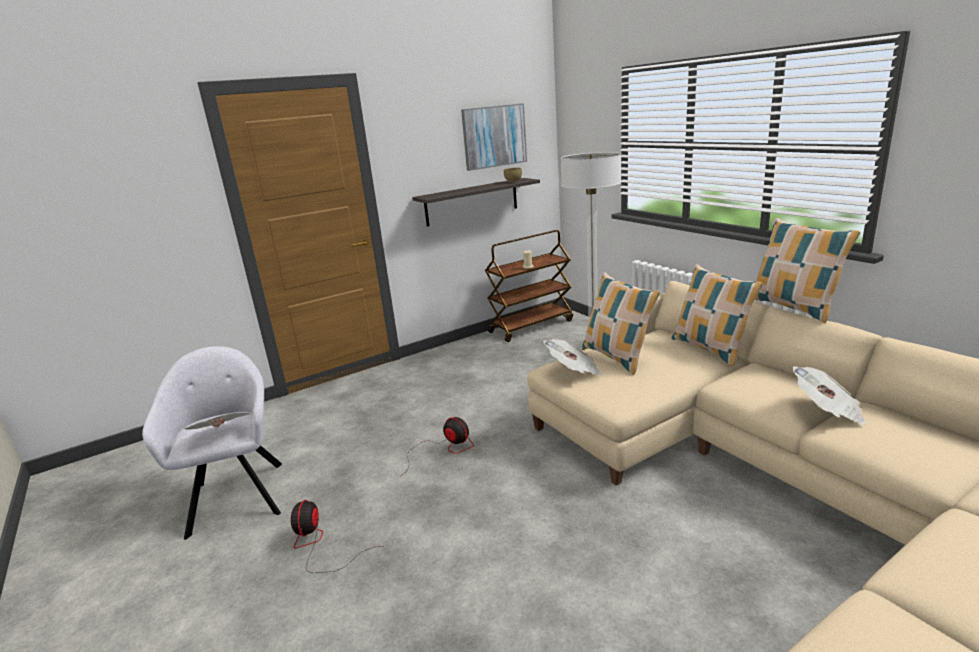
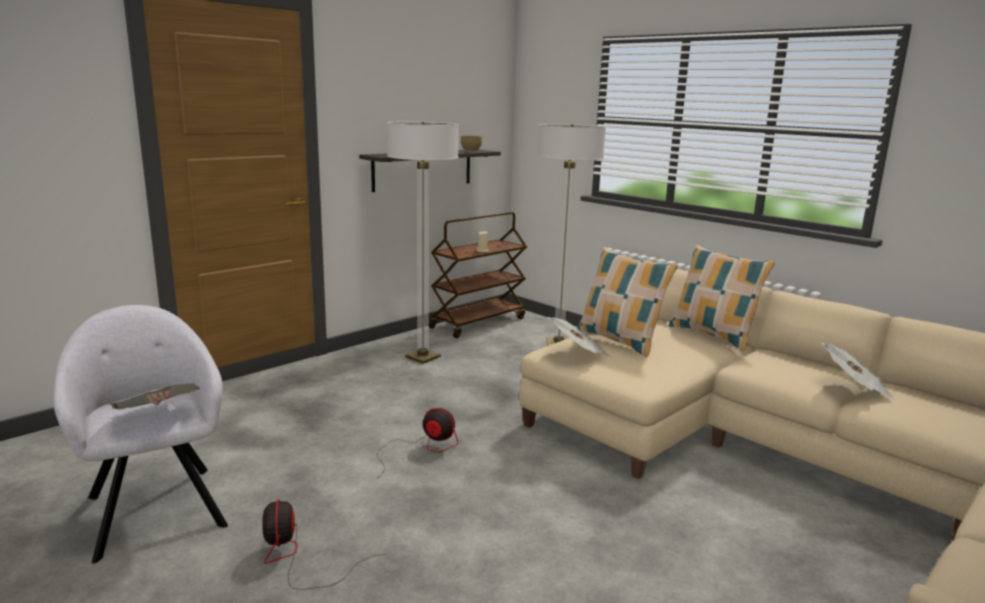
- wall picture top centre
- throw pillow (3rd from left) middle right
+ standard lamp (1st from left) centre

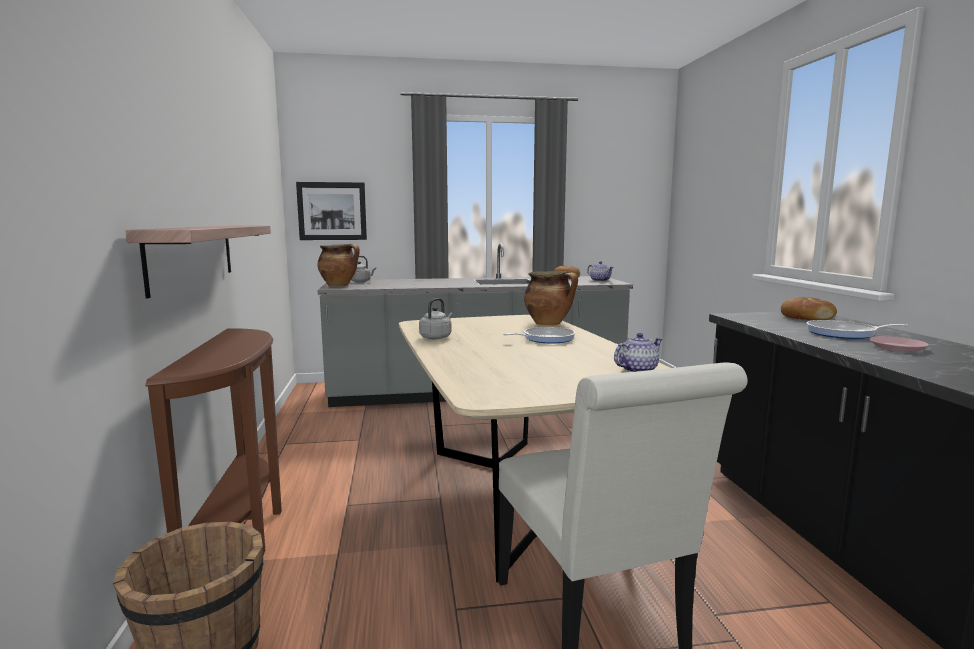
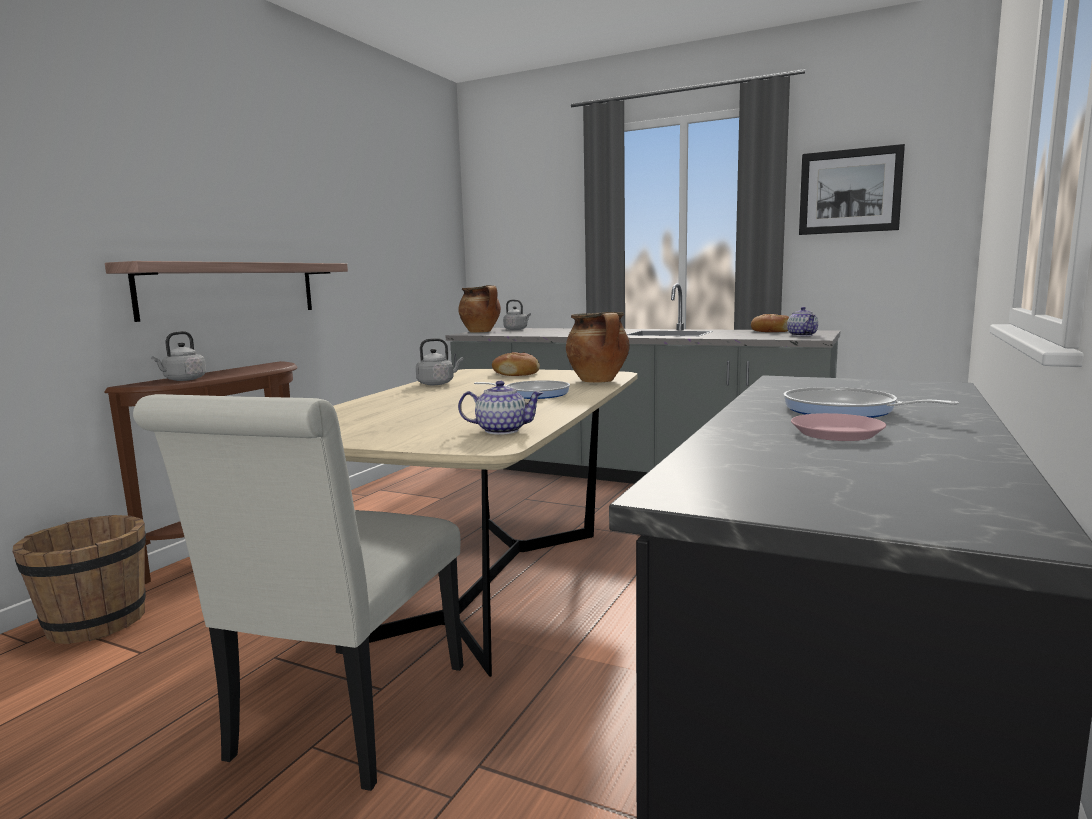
~ wall picture top centre to top right
~ baked bread (2nd from left in the first image) middle right to baked bread (1st from left) centre
+ tea kettle in greyish (1st from left) middle left

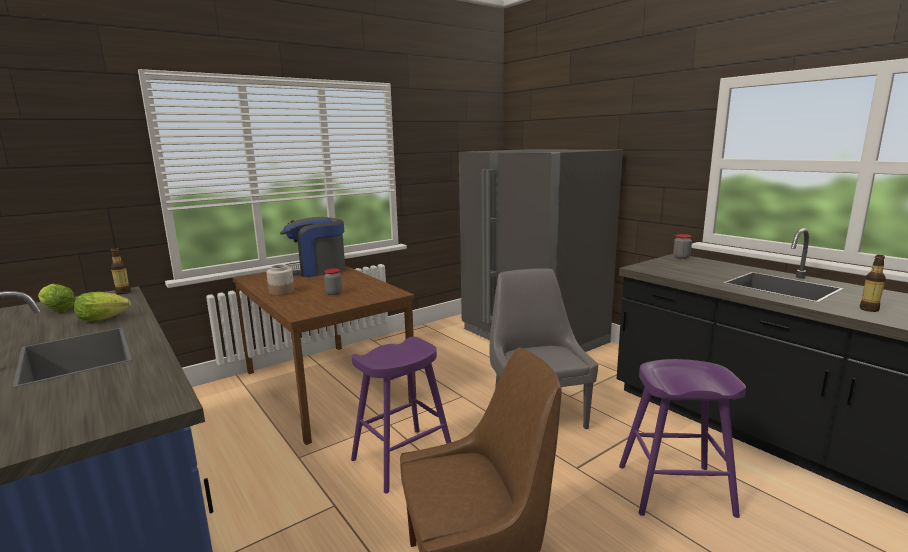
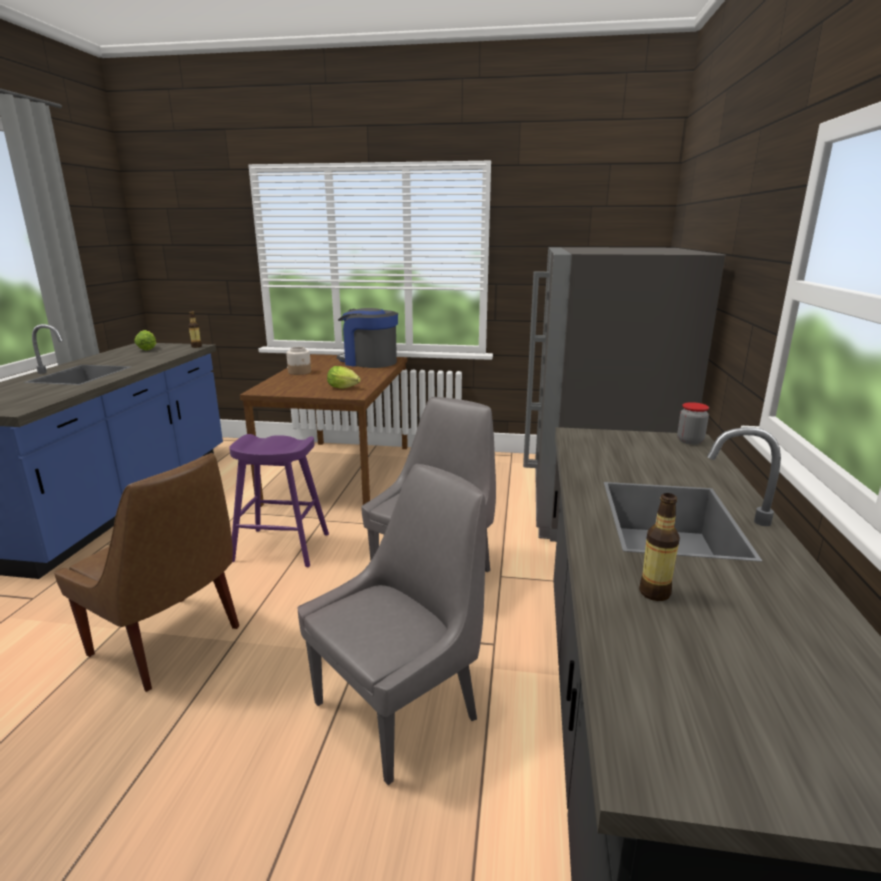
- storage jar (2nd from left) centre
~ head of lettuce (2nd from left) middle left to centre
~ sitting stool in purple-coloured (2nd from left) bottom right to plain chair in greyish (1st from left) bottom centre

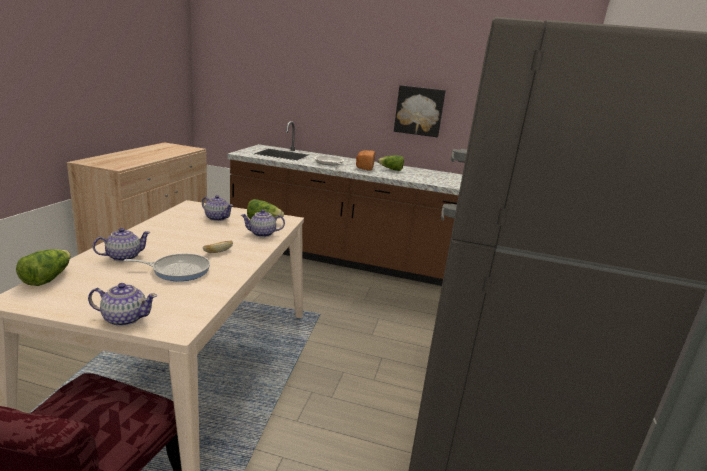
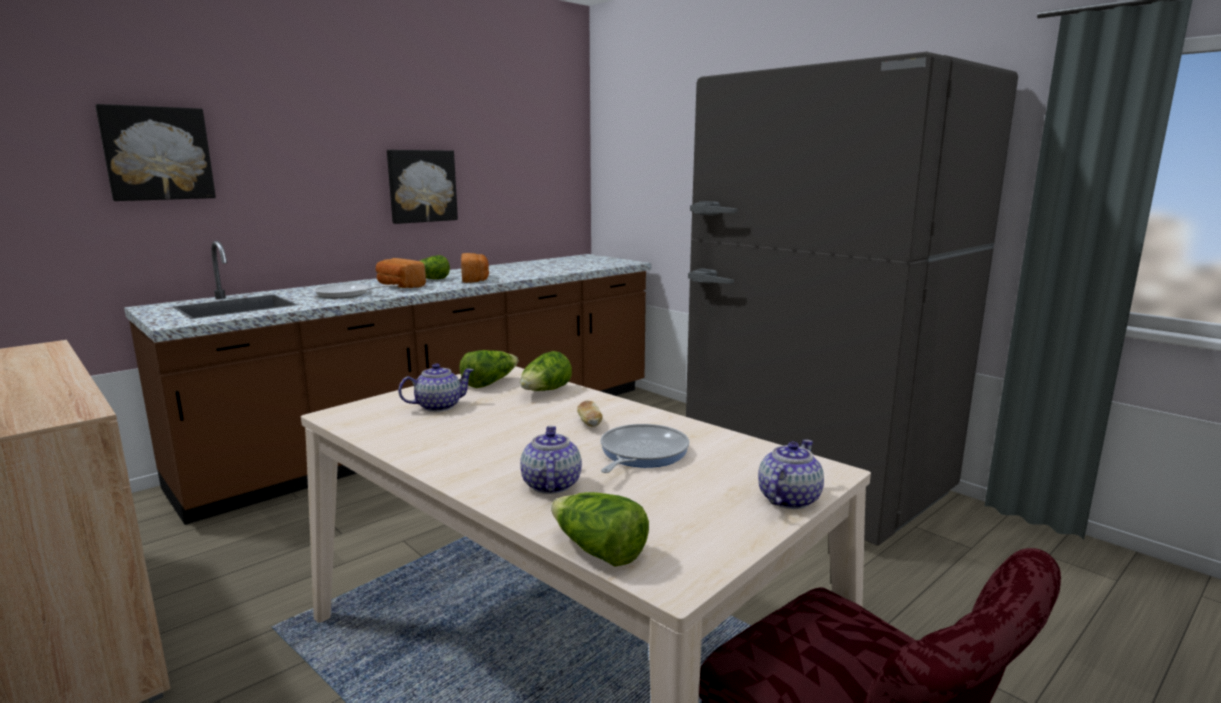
~ pot for tea (4th from left) centre to head of lettuce (3rd from left) centre
+ wall picture (1st from left) top left
+ baked bread (2nd from left) centre

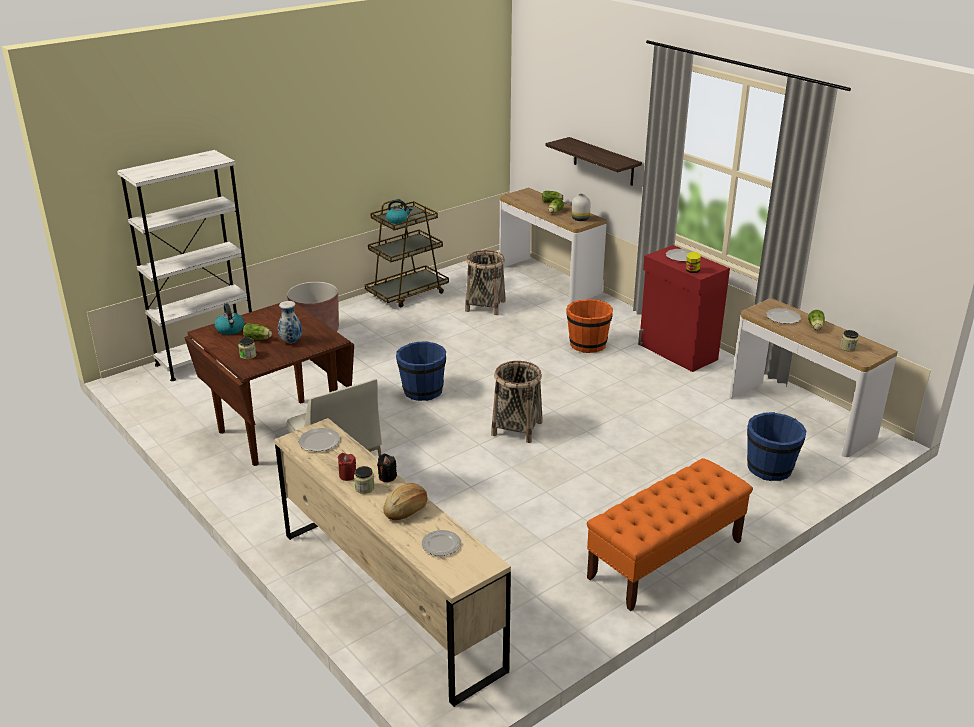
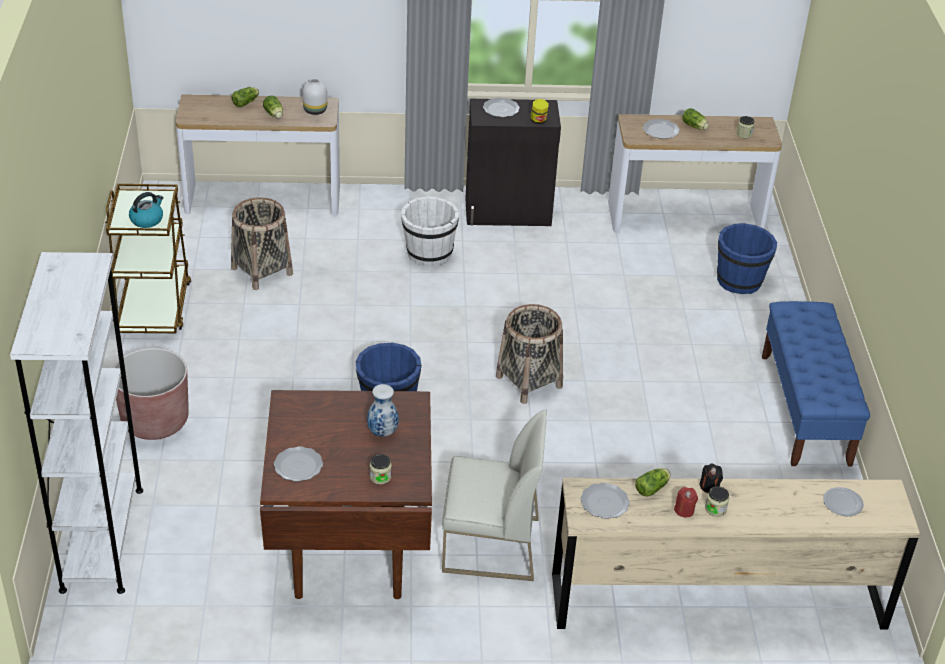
- bracket shelf top centre
~ storage cabinet in red middle right to storage cabinet in blackish top centre
~ bucket in orange centre to bucket in white centre
~ tea kettle (1st from left) middle left to plate (1st from left) bottom left
~ head of lettuce (1st from left in the first image) middle left to head of lettuce (3rd from left) bottom right
~ long seat in orange bottom right to long seat in blue middle right
- baked bread bottom centre

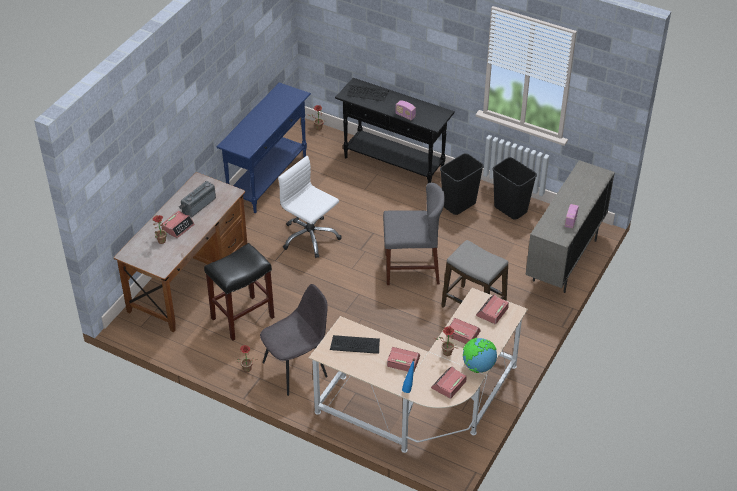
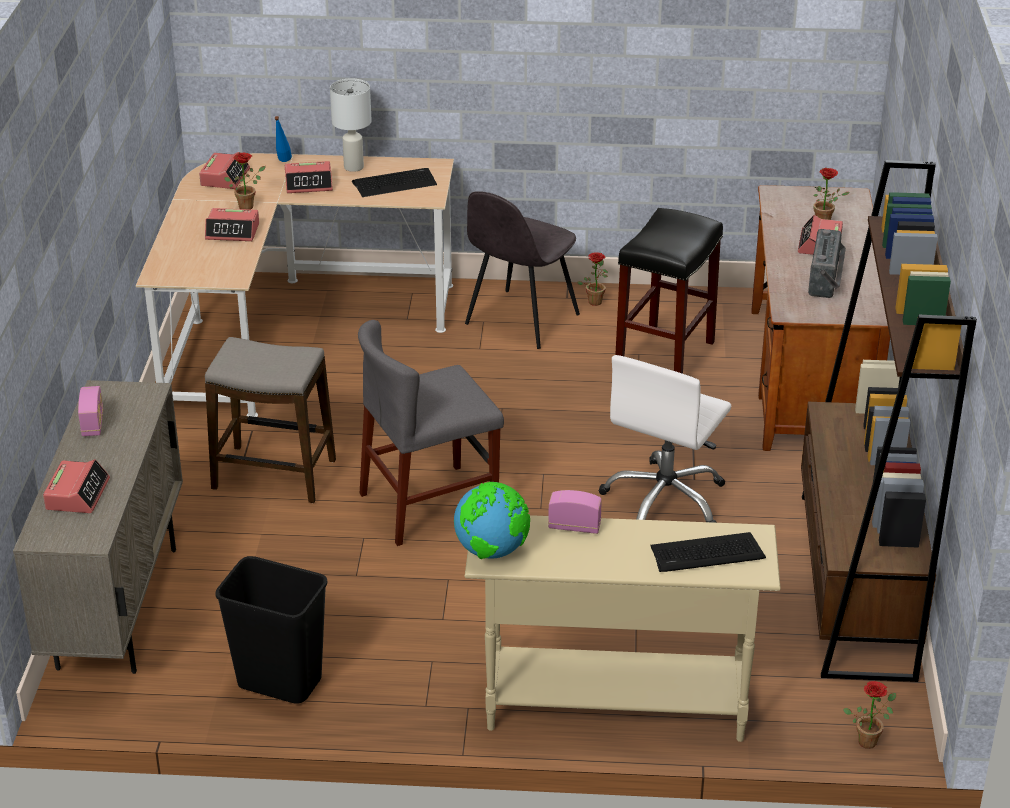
~ console table in blackish top centre to console table in sand-coloured bottom centre
~ console table in blue top centre to bookcase in brownish middle right
- trash can in blackish (1st from left) centre
~ desk chair in white centre = centre 105 degrees clockwise
~ alarm clock (5th from left in the first image) middle right to alarm clock (1st from left) middle left
~ world globe bottom centre to centre
+ lamp for a table in white top centre

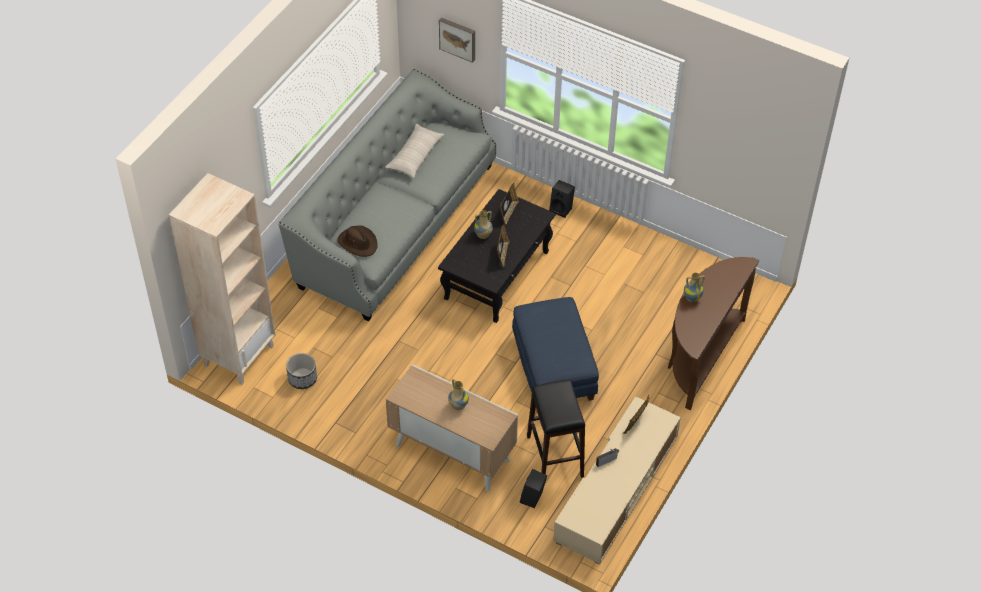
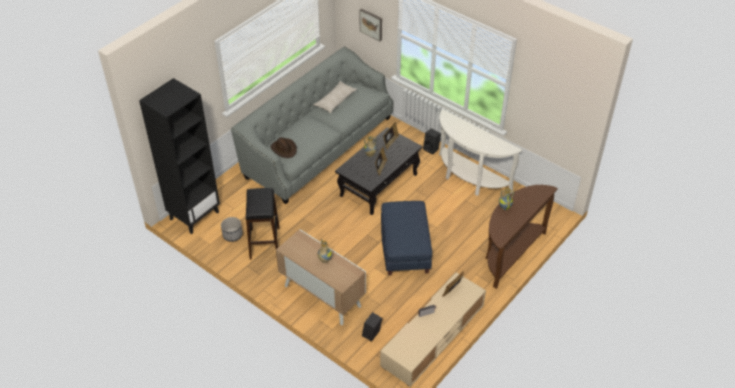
~ bookcase in sand-coloured middle left to bookcase in blackish middle left
~ sitting stool in blackish bottom centre to centre
+ console table in white centre

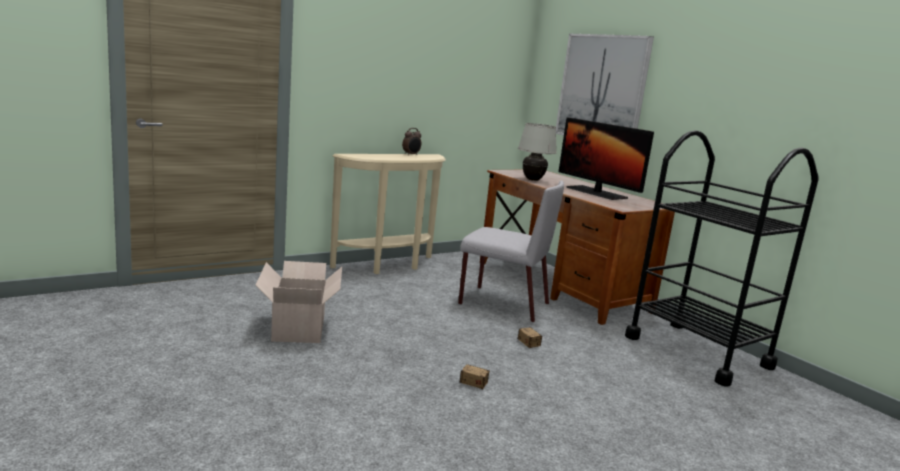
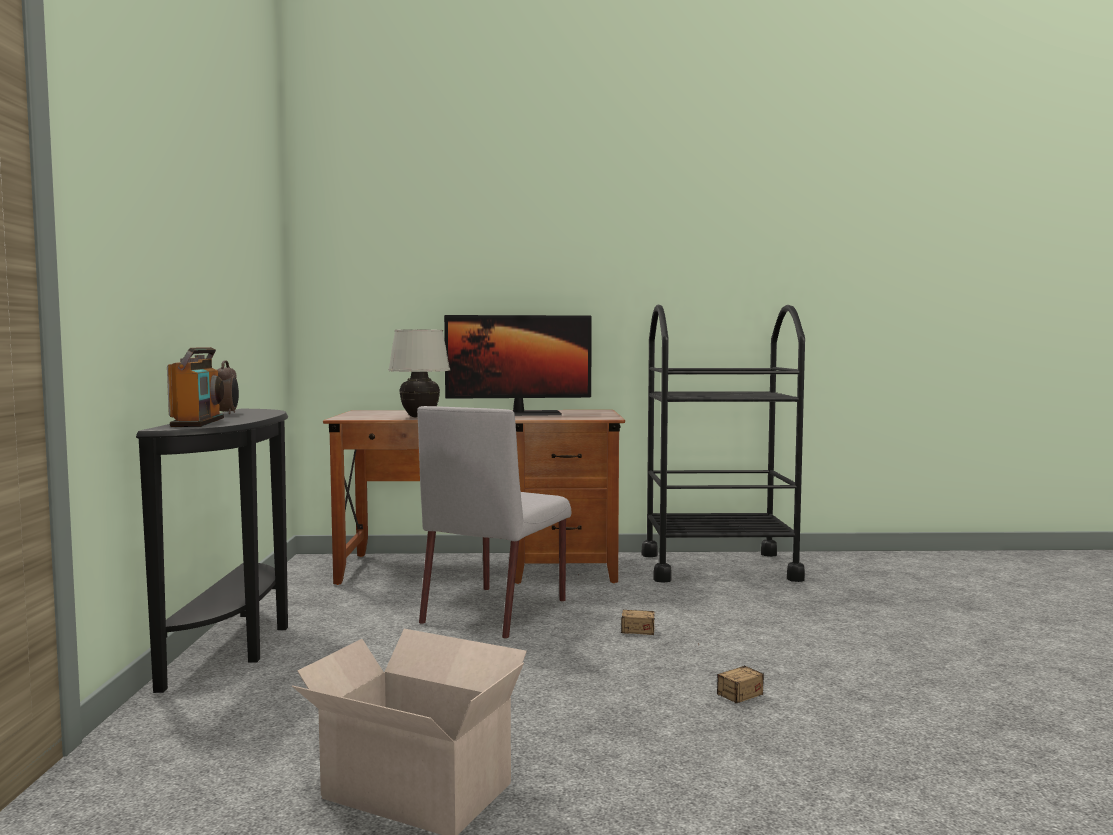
- wall picture top right
~ console table in sand-coloured centre to console table in blackish middle left
~ plain chair in greyish centre = centre 150 degrees clockwise
+ radio set middle left

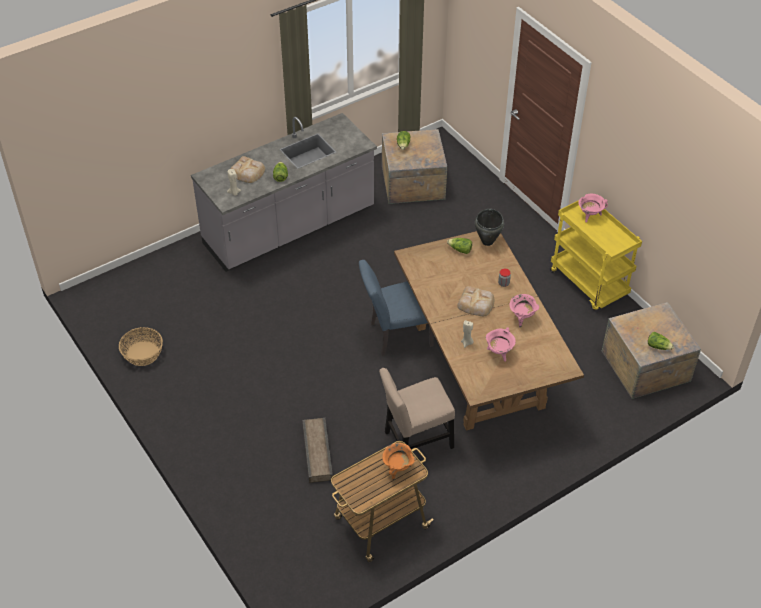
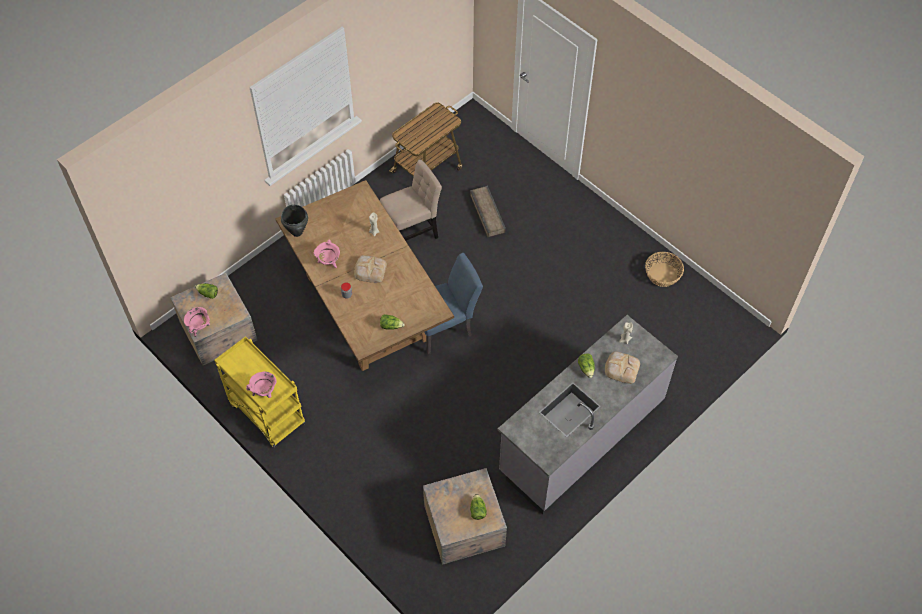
~ stockpot in blackish centre to middle left
~ stockpot in pink-coloured (1st from left) centre to middle left
- stockpot in orange bottom centre

